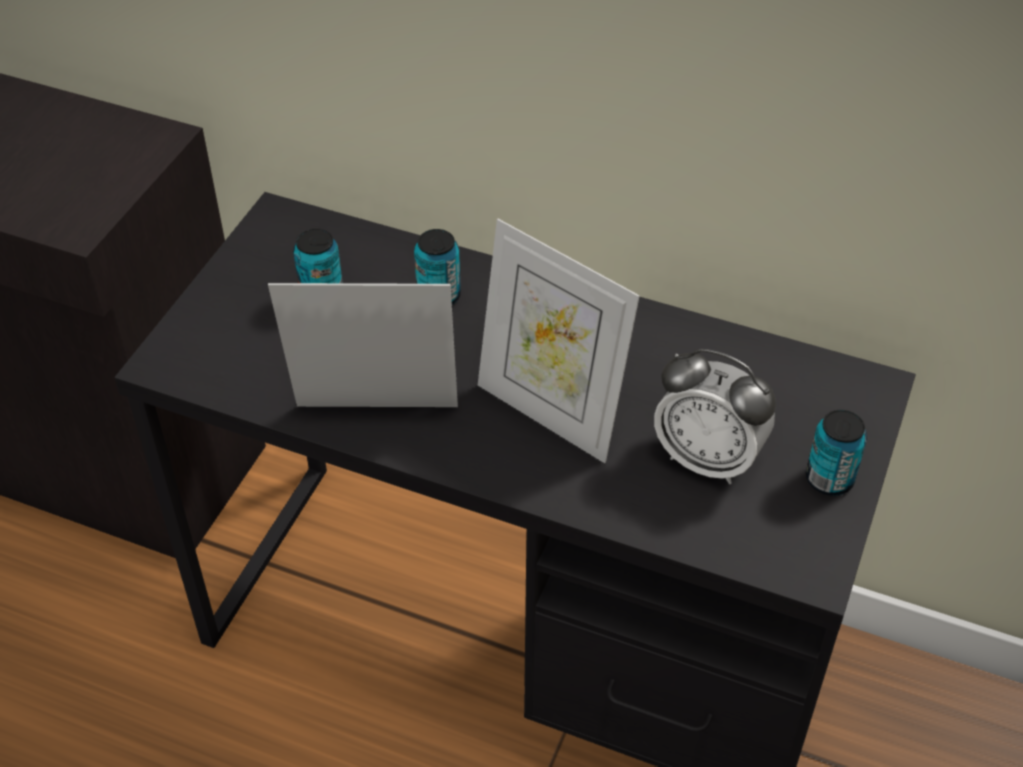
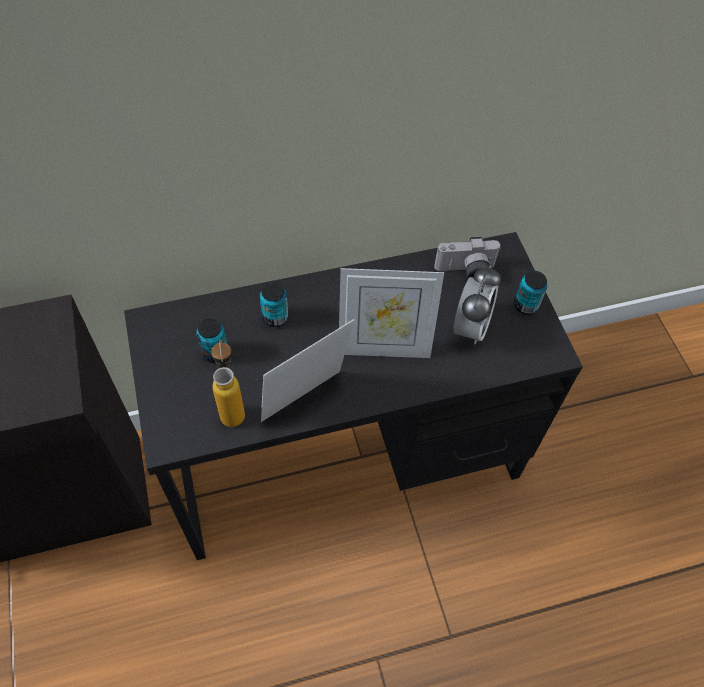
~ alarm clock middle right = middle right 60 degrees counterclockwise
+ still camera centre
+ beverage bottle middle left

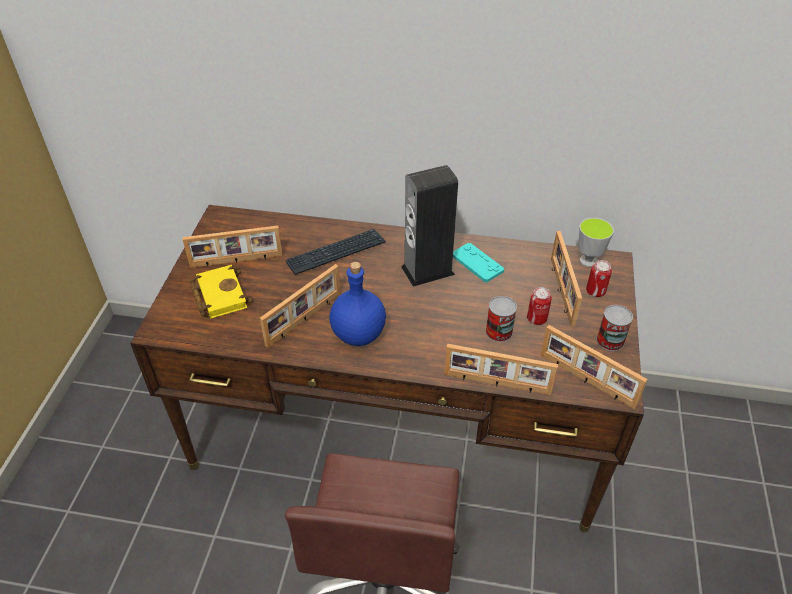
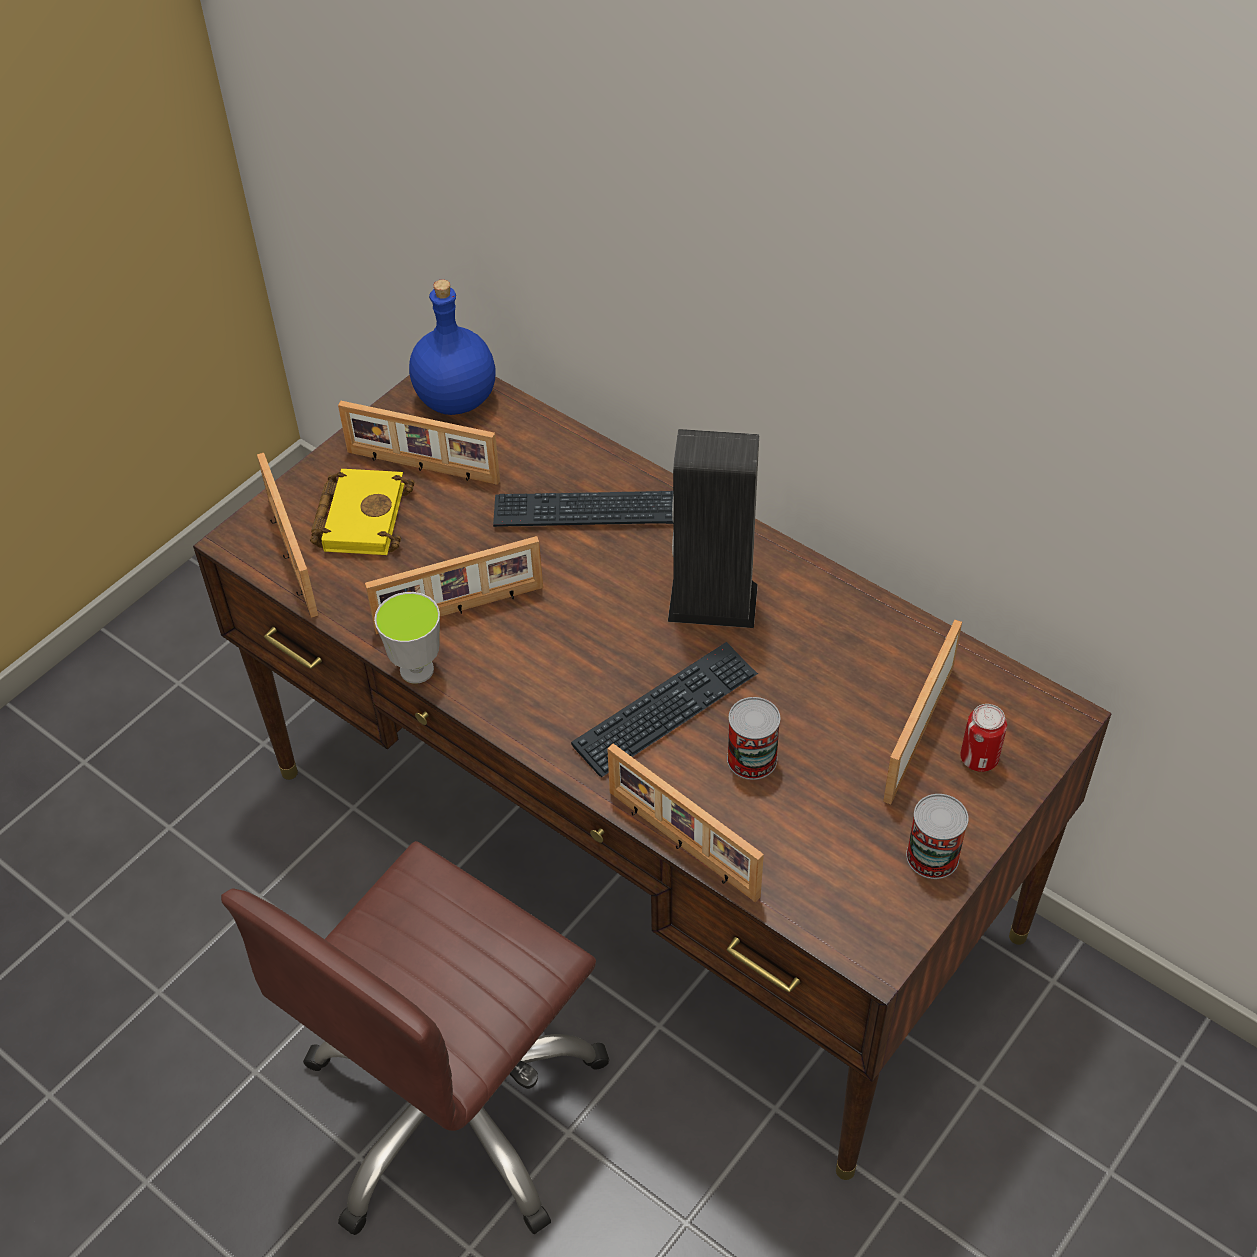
~ small cup middle right to middle left
- gamepad in turquoise centre
~ beverage bottle in blue centre to top centre
- metal can (2nd from left) middle right
~ photo frame (5th from left in the first image) middle right to photo frame (1st from left) middle left
+ PC keyboard (2nd from left) centre

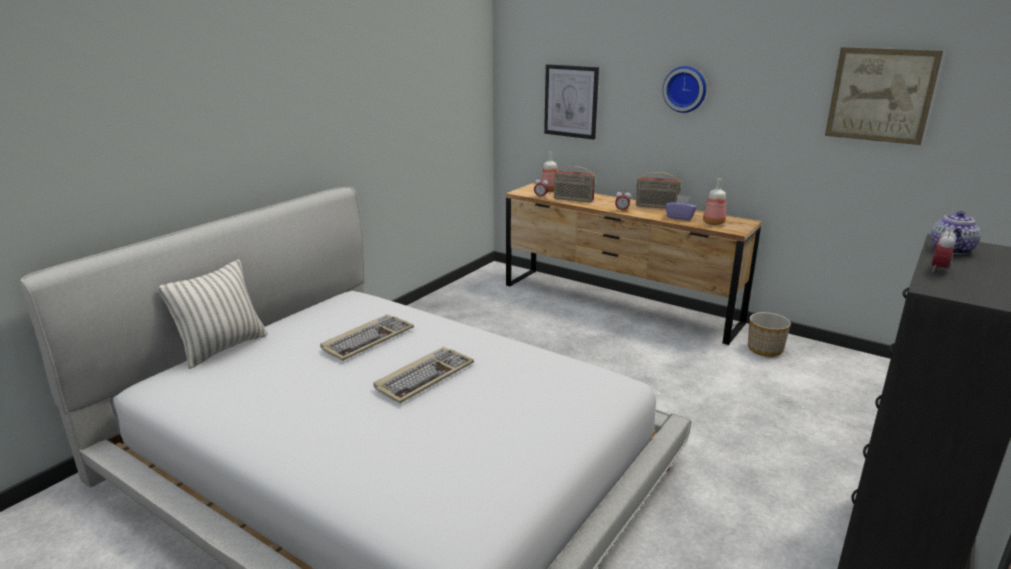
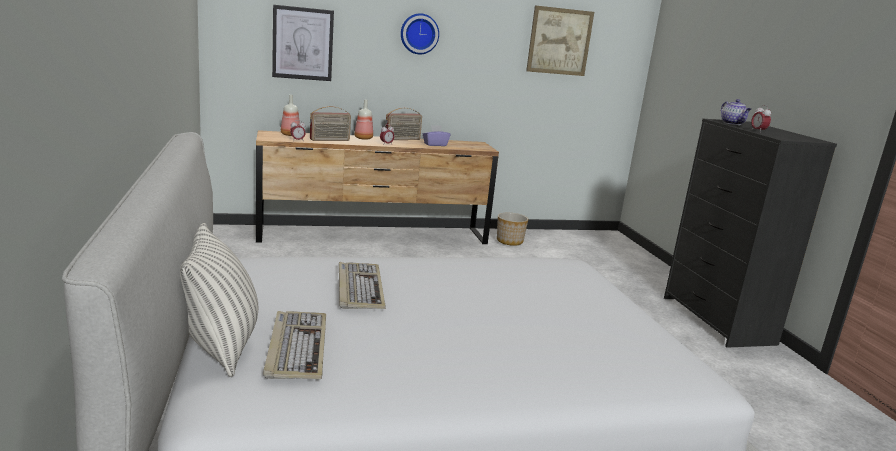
~ beverage bottle (2nd from left) middle right to top centre
~ PC keyboard (2nd from left in the first image) centre to PC keyboard (1st from left) bottom left

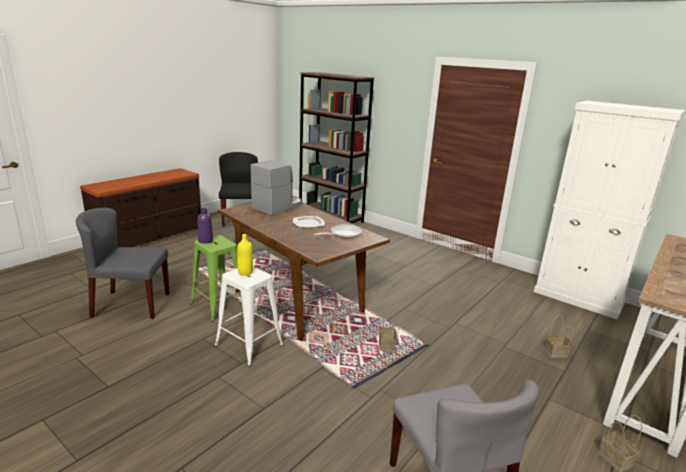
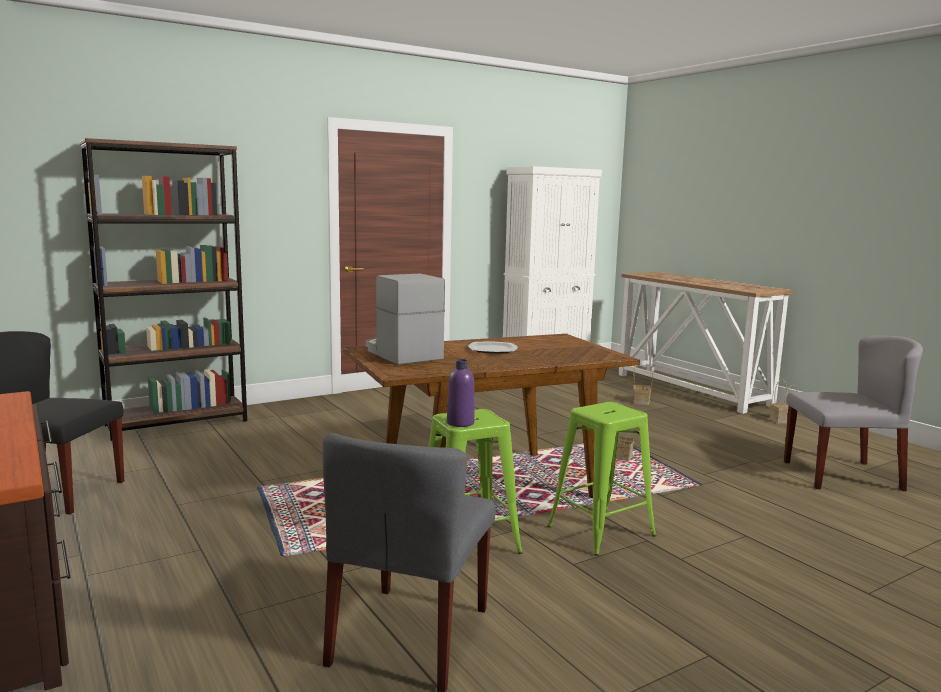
- frying pan centre
- beverage bottle in yellow-coloured centre
~ sitting stool in white bottom centre to sitting stool in green-coloured (2nd from left) bottom centre

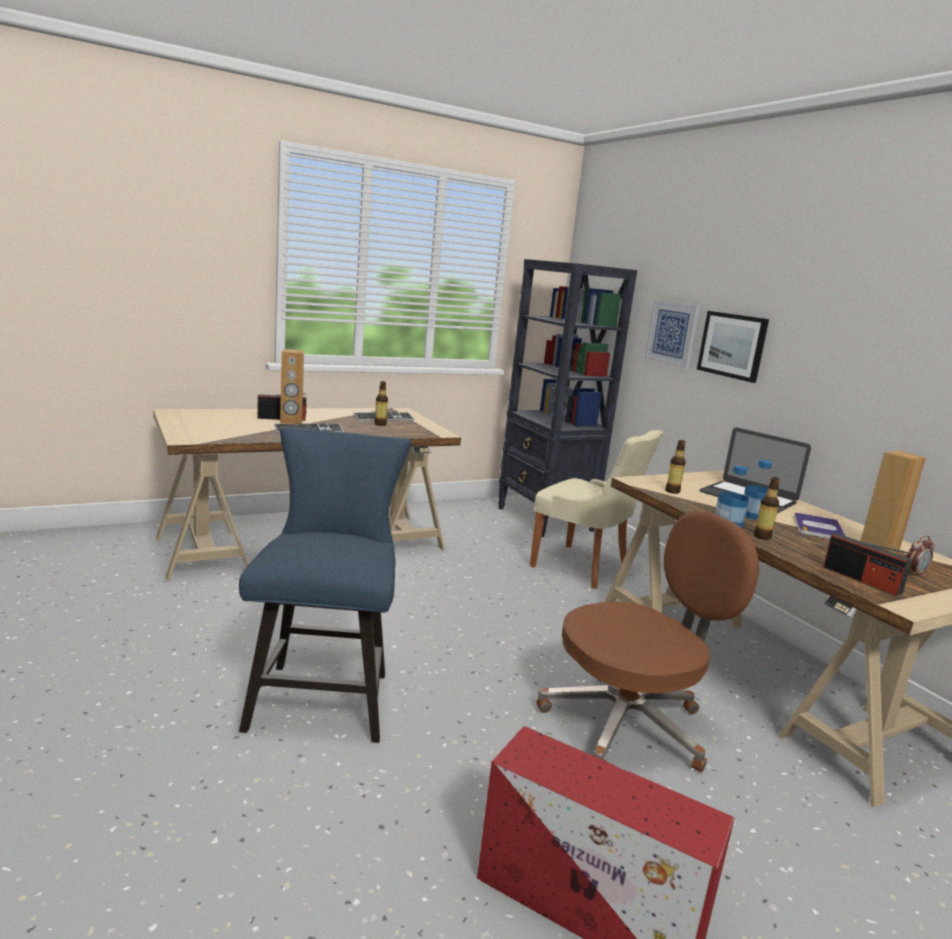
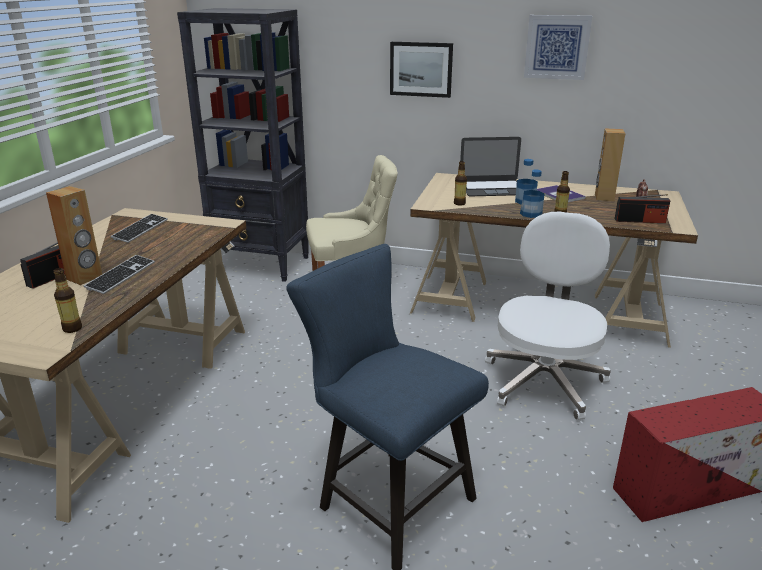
~ wall picture (1st from left in the first image) middle right to wall picture (2nd from left) top right
~ beverage bottle (1st from left) centre to middle left
~ desk chair in brownish bottom right to desk chair in white middle right

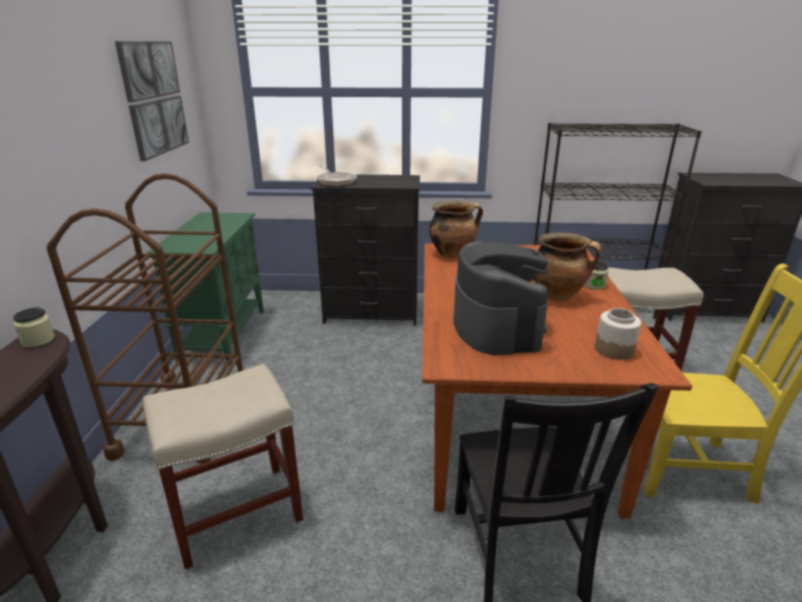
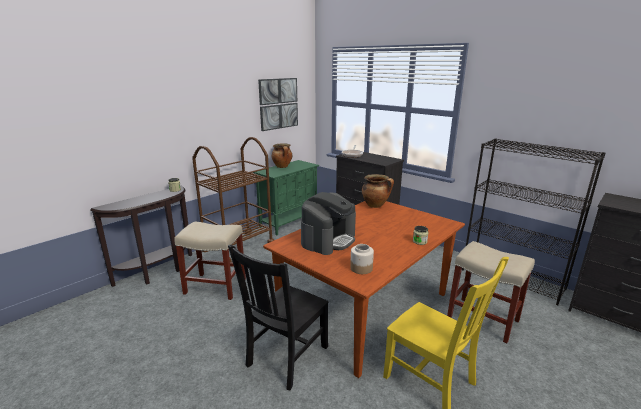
~ stockpot (2nd from left in the first image) middle right to stockpot (1st from left) centre

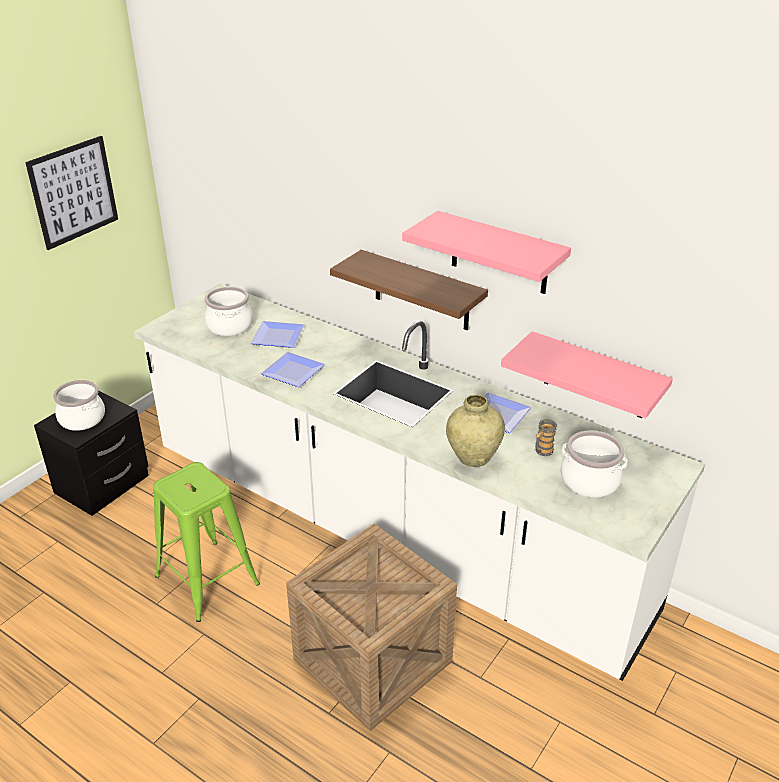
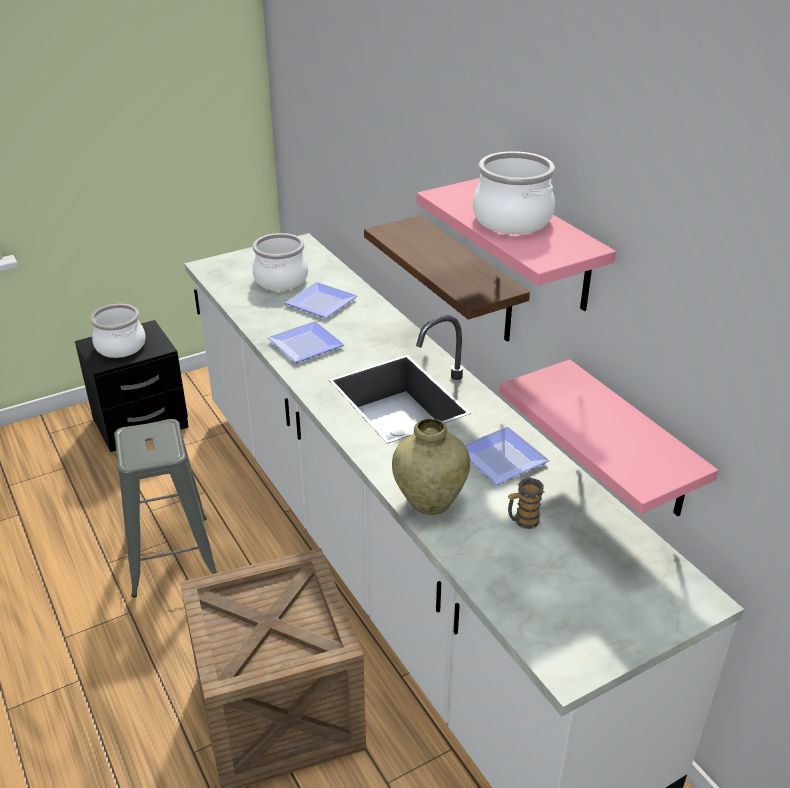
- wall picture top left
~ stockpot (3rd from left) middle right to top centre
~ sitting stool in green-coloured bottom left to sitting stool in greyish middle left

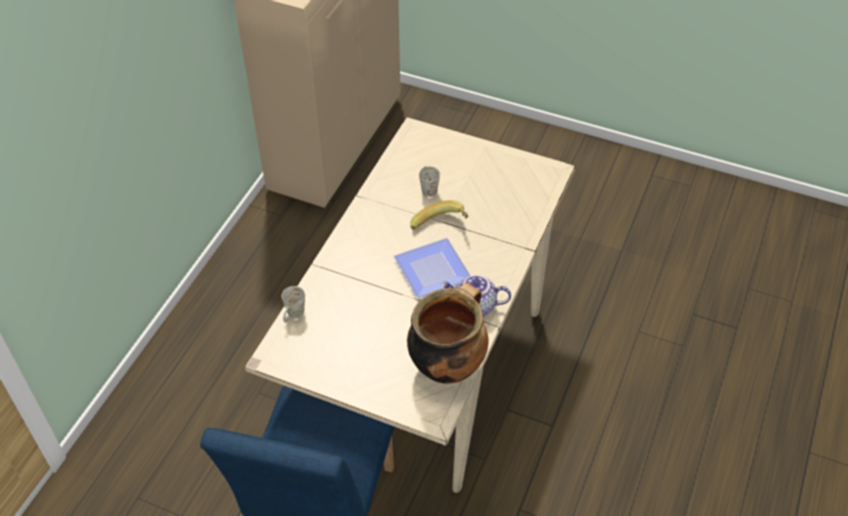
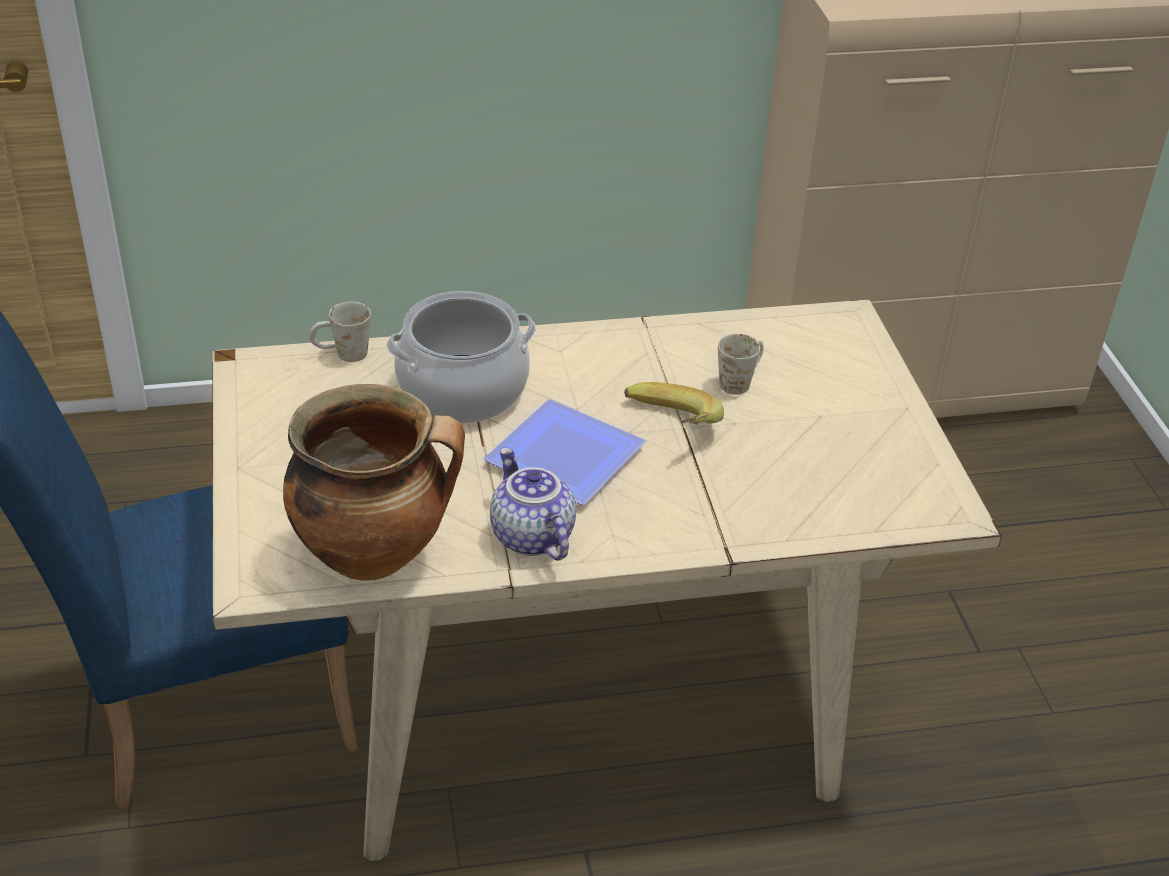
+ stockpot (2nd from left) centre

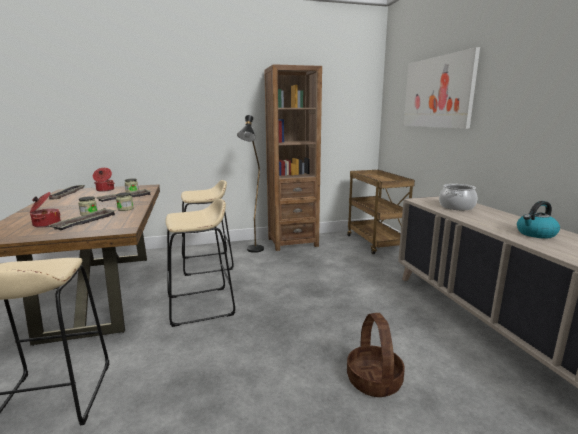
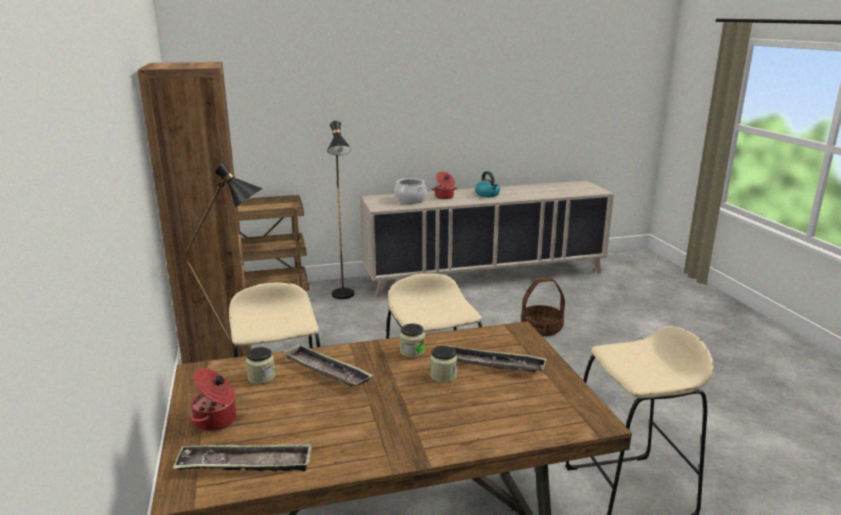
- wall picture top right
~ stockpot (1st from left in the first image) middle left to stockpot (3rd from left) centre
+ standard lamp in blackish (2nd from left) centre

